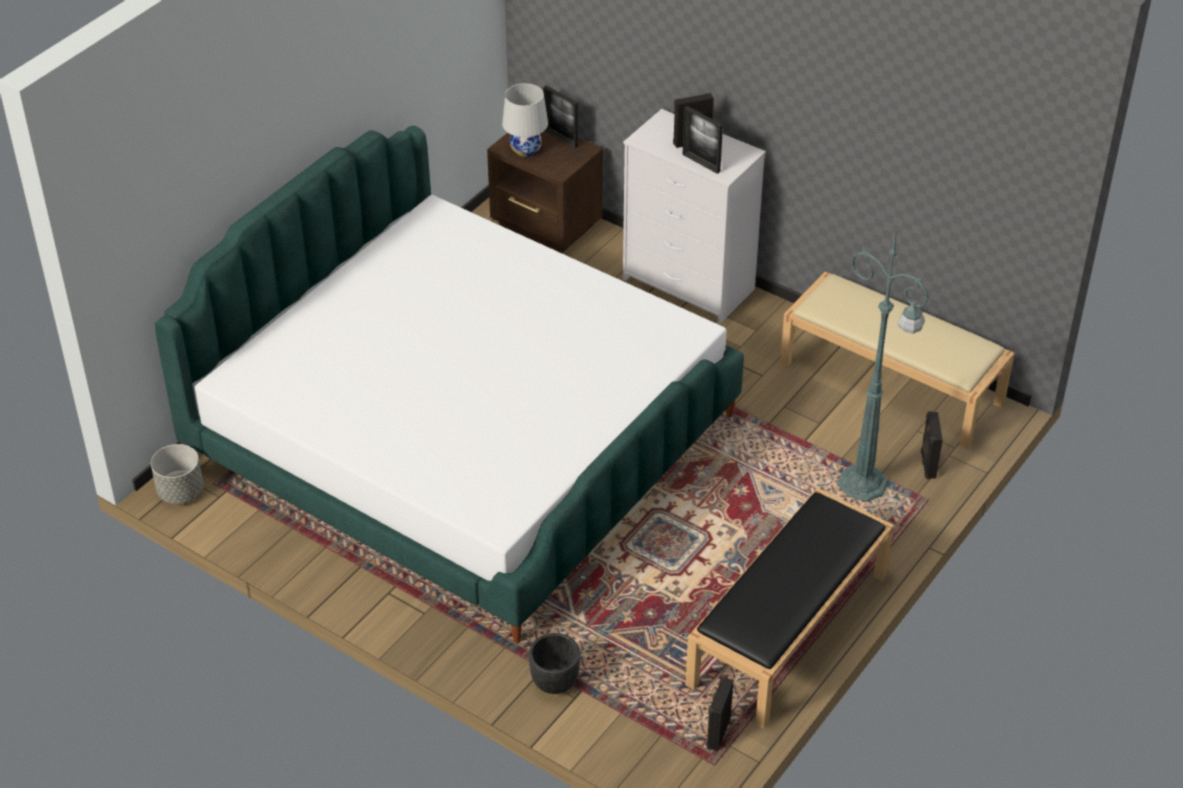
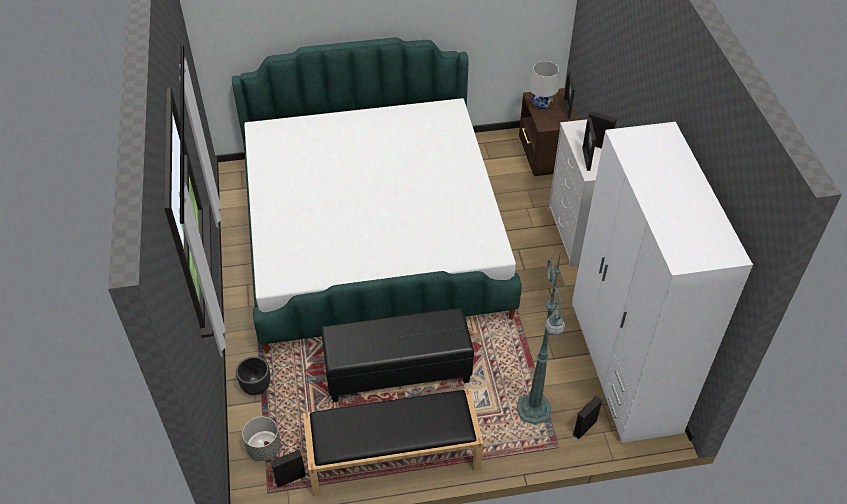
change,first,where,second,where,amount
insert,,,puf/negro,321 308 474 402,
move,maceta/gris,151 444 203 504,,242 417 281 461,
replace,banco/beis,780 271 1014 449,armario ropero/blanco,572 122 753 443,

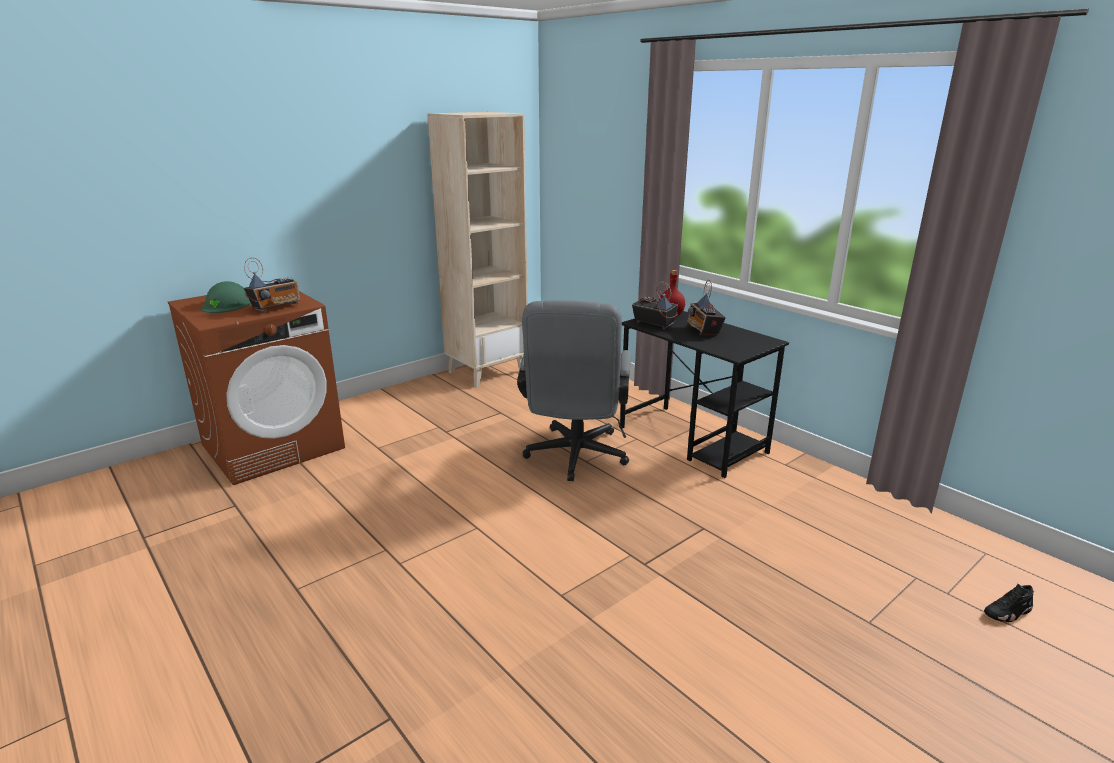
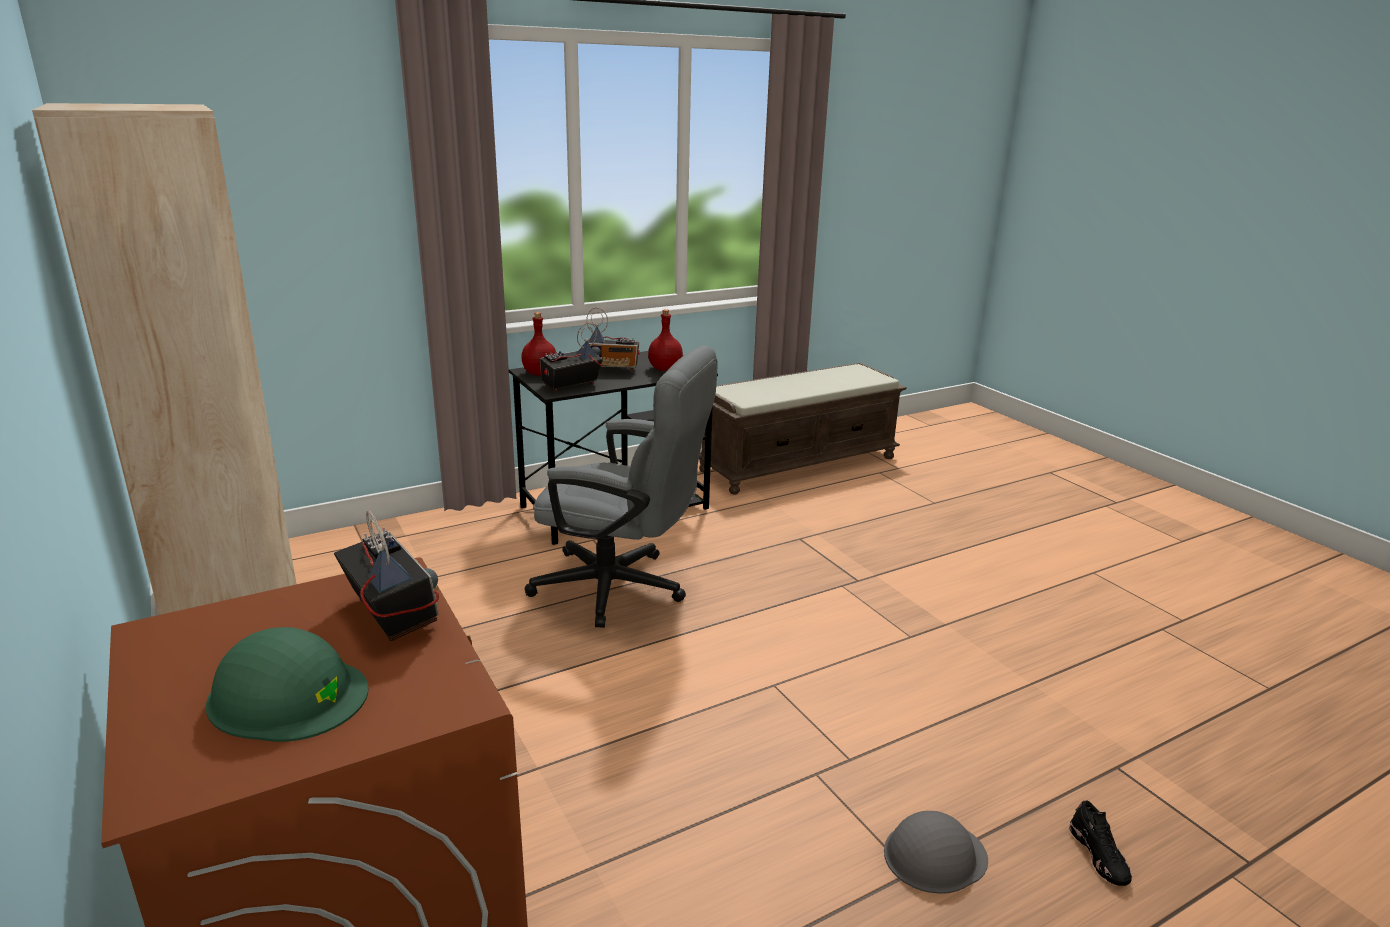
change,first,where,second,where,amount
insert,,,botella/rojo,648 309 683 371,
insert,,,banco/marrón,699 363 907 494,
insert,,,casco/gris,884 811 988 894,
move,zapato/negro,984 584 1034 622,,1069 800 1132 886,

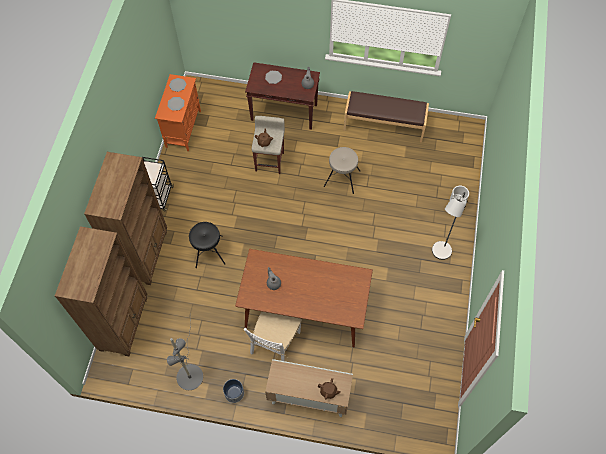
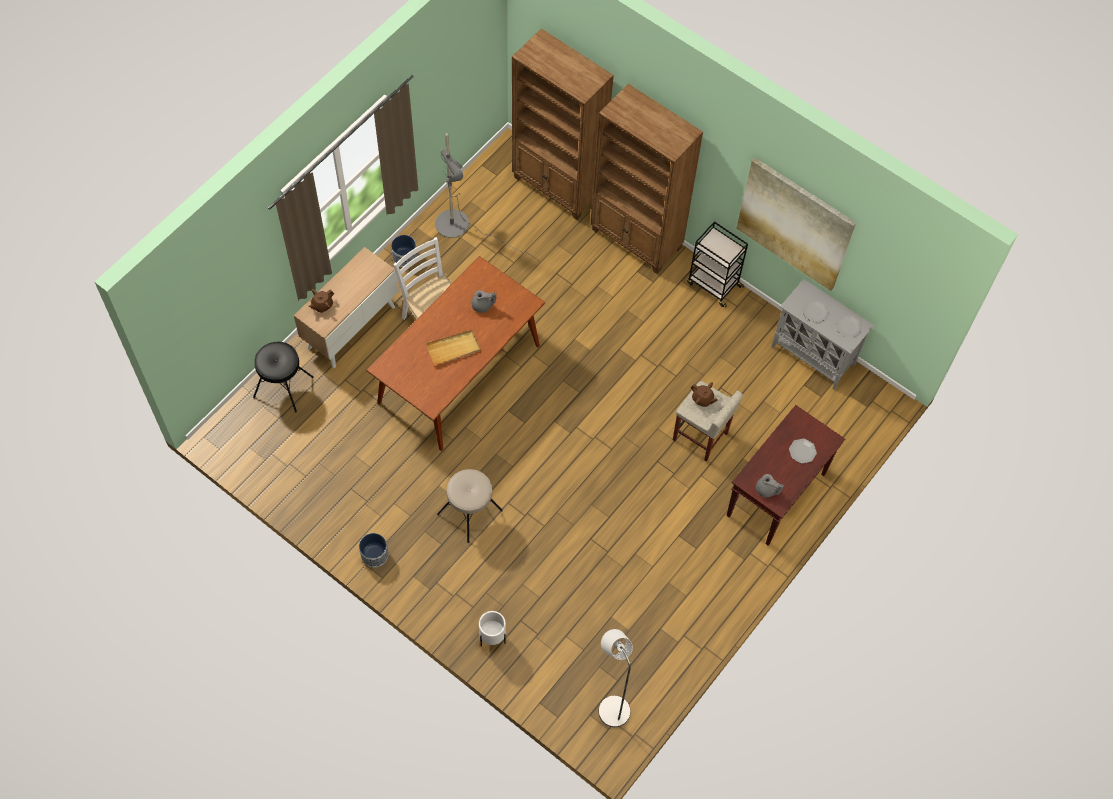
change,first,where,second,where,amount
delete,banco/marrón,344 91 429 142,,,
insert,,,maceta,359 533 388 567,
insert,,,bandeja/beis,426 330 480 366,
insert,,,cuadro,736 158 856 291,
move,taburete/negro,189 222 225 268,,253 342 314 412,
move,taburete/beis,324 147 360 194,,437 469 503 543,
move,lámpara de pie/gris,432 192 467 260,,599 629 633 727,
recolor,armario/naranja,155 74 201 151,armario/gris,771 279 874 390,

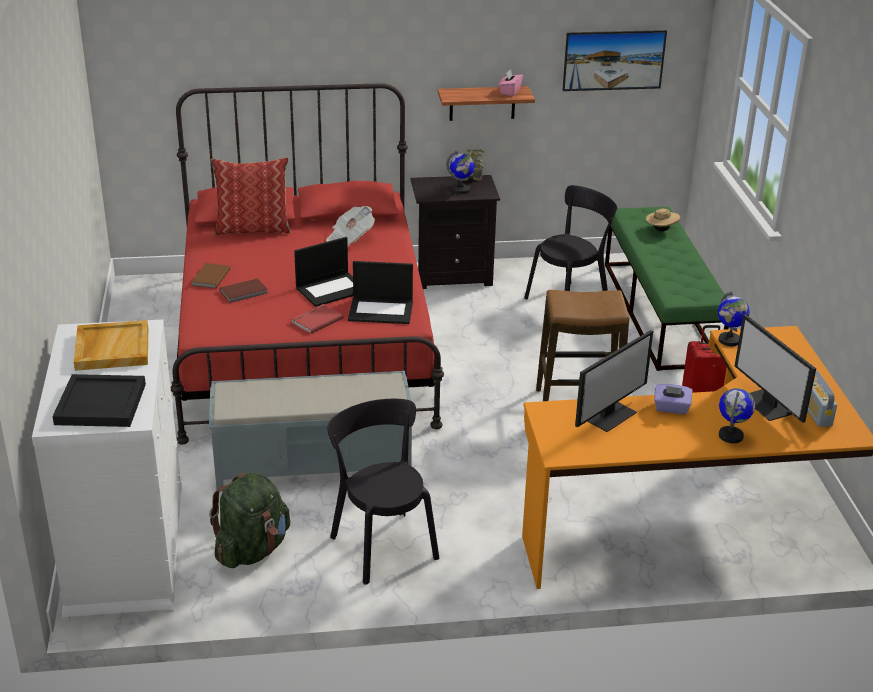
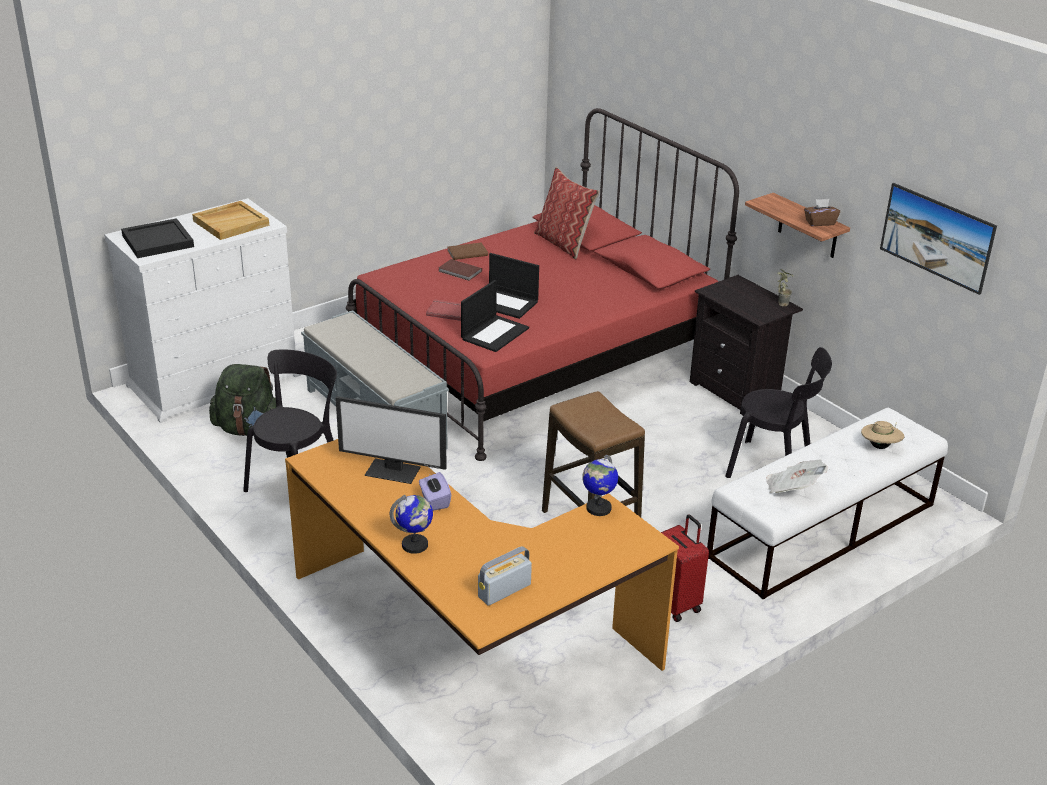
change,first,where,second,where,amount
delete,globo terráqueo,446 151 475 194,,,
delete,monitor,735 314 816 423,,,
move,periódico,326 206 375 246,,766 459 828 493,
recolor,caja de pañuelos/rosa,499 69 523 96,caja de pañuelos/marrón,804 199 840 226,
recolor,banco/verde,605 207 729 371,banco/blanco,707 408 948 600,
rotate,portátil,348 261 413 324,,461 280 529 352,120 degrees counterclockwise

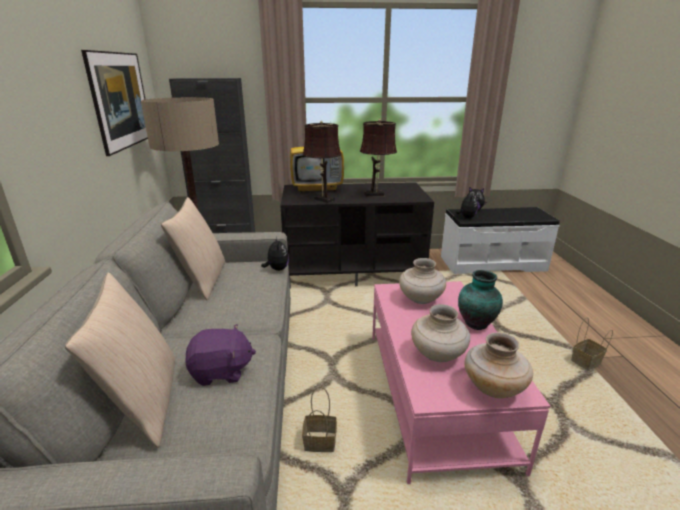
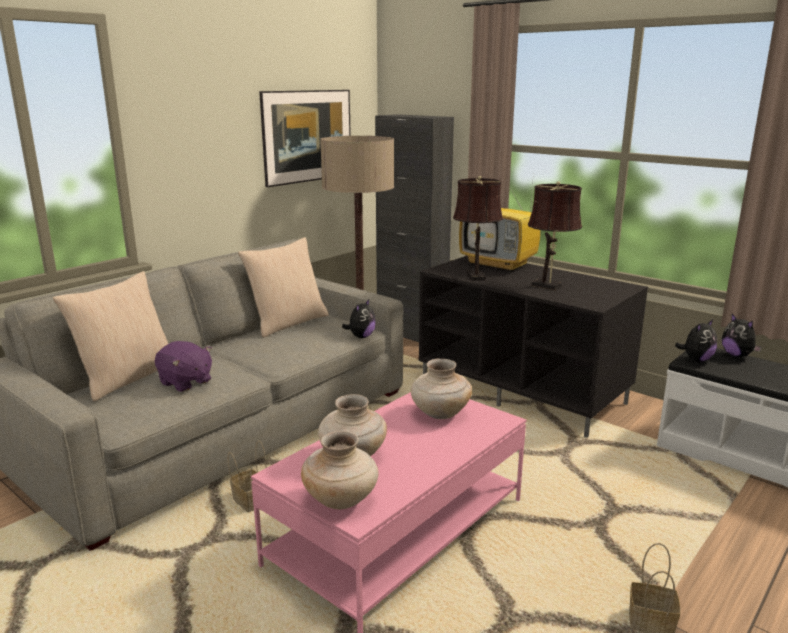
change,first,where,second,where,amount
delete,florero,458 270 503 330,,,

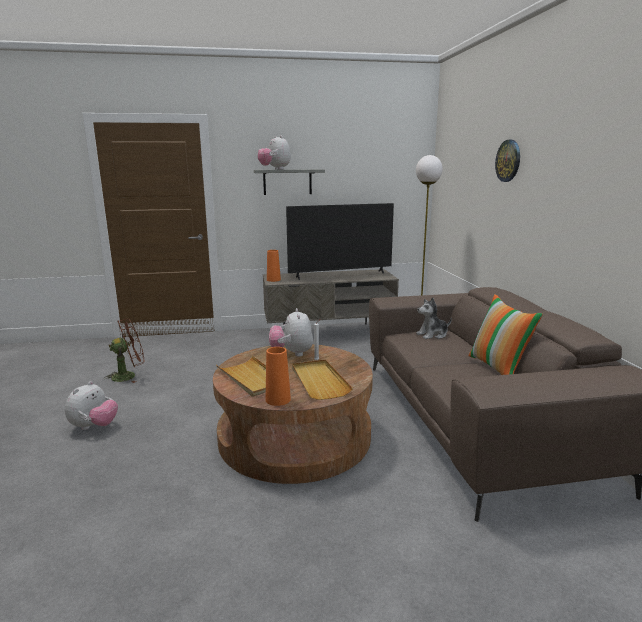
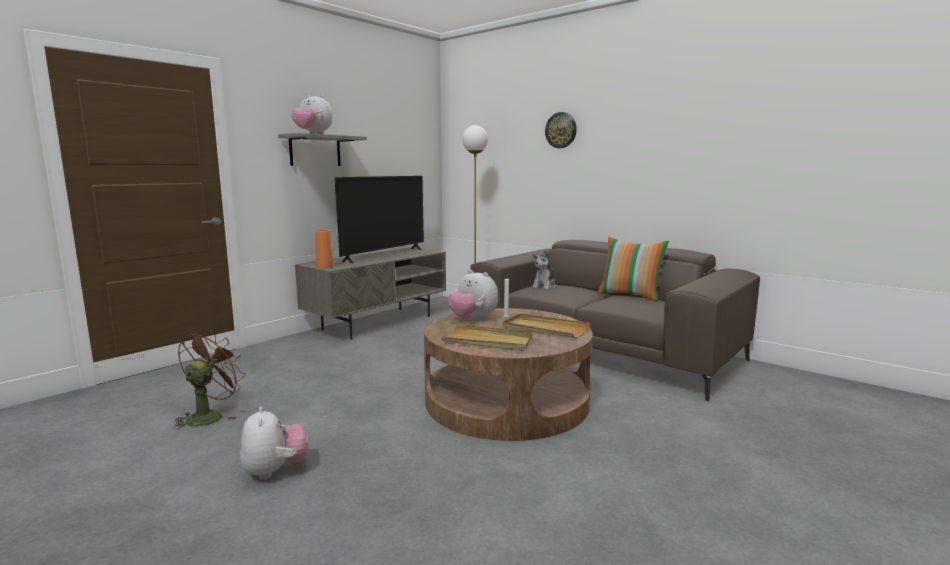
change,first,where,second,where,amount
delete,florero/naranja,266 347 291 406,,,

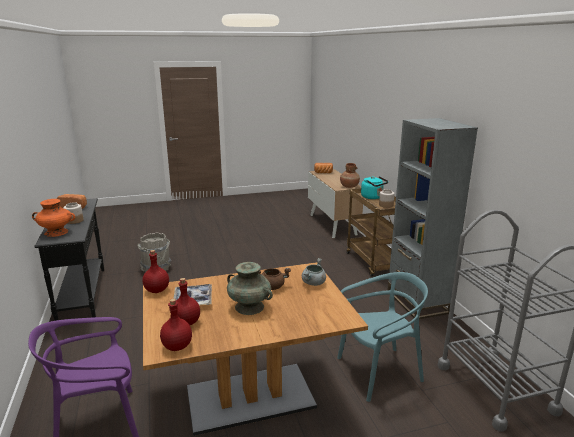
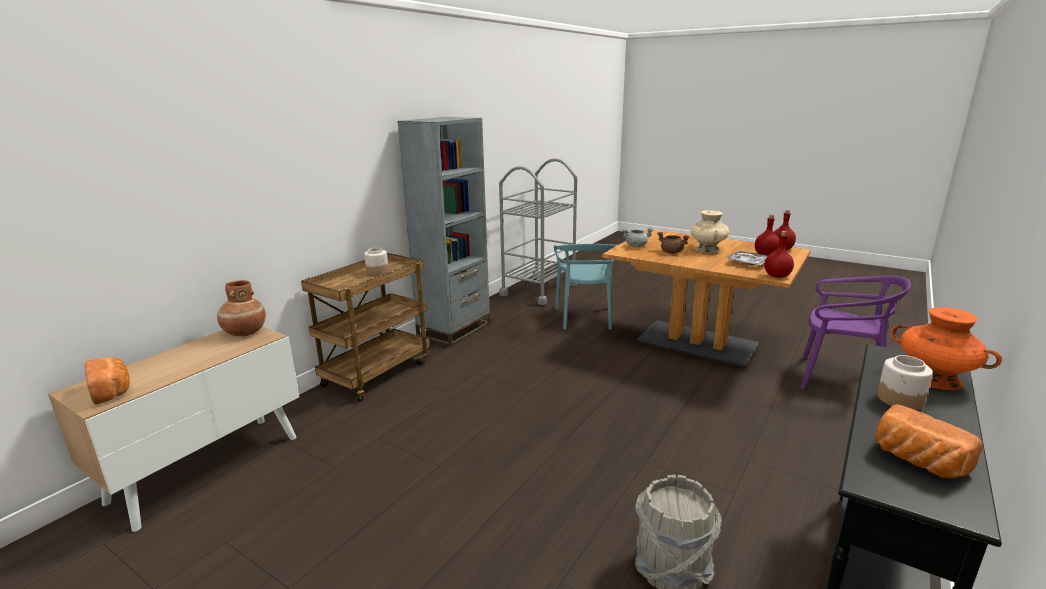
change,first,where,second,where,amount
delete,hervidor/turquesa,361 176 388 199,,,
recolor,florero/turquesa,227 262 273 315,florero/beis,691 210 730 253,
rotate,silla/turquesa,337 272 428 402,,554 244 617 330,120 degrees counterclockwise

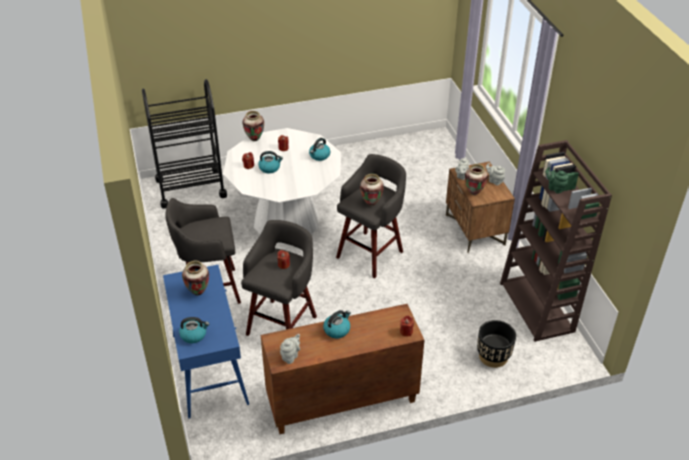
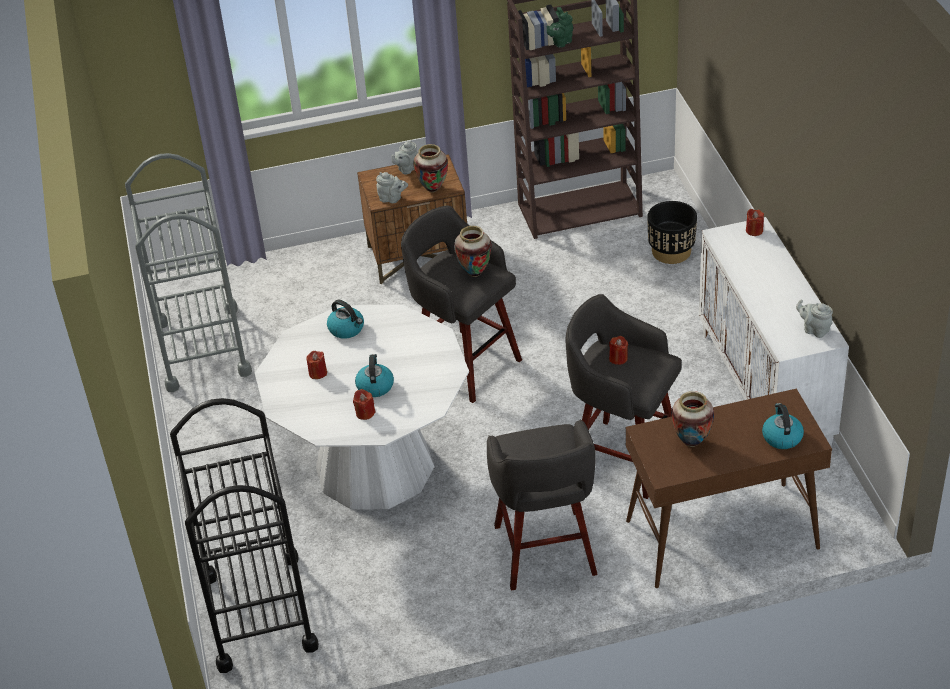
change,first,where,second,where,amount
delete,florero,243 111 264 141,,,
delete,hervidor,323 310 351 338,,,
insert,,,carrito/gris,125 153 252 392,
recolor,mesa consola/azul,163 265 249 419,mesa consola/marrón,626 388 832 588,
recolor,armario/marrón,261 304 424 434,armario/blanco,699 217 849 447,

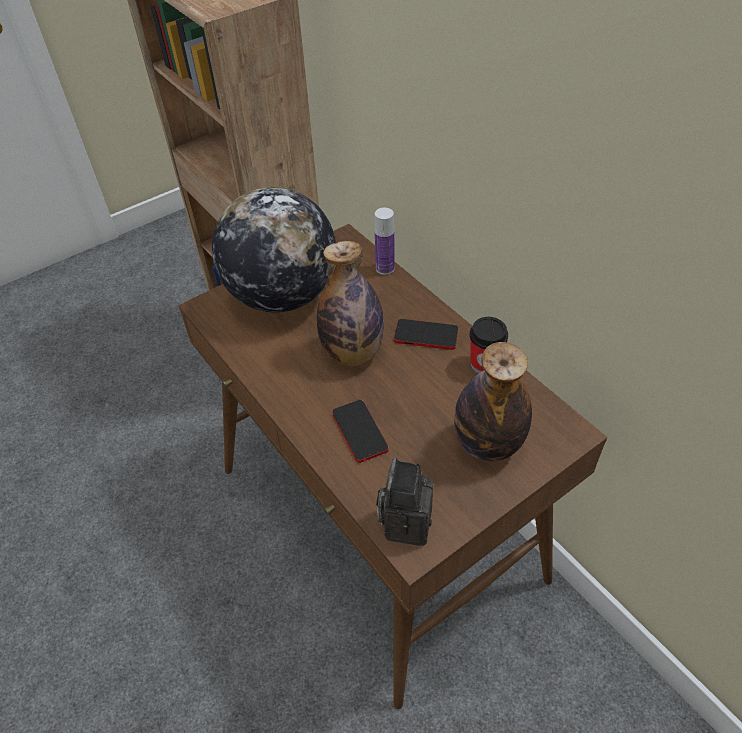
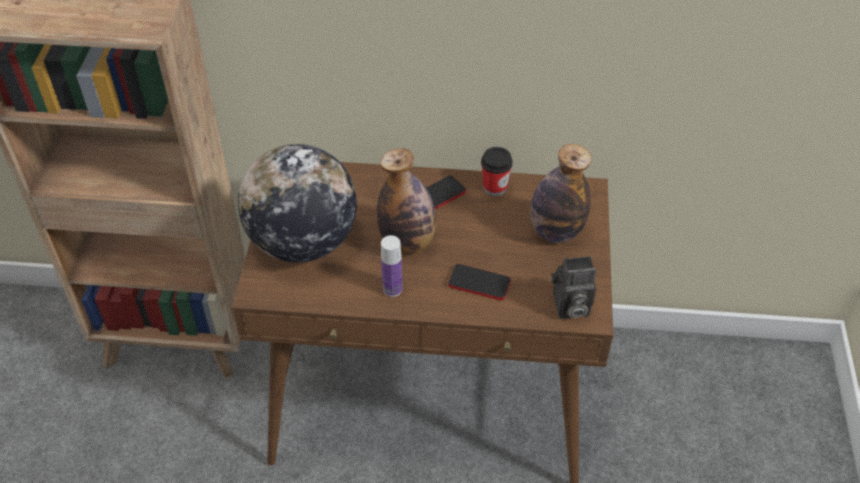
change,first,where,second,where,amount
move,botella,375 208 394 275,,381 235 403 297,
rotate,cámara,376 458 433 546,,551 256 596 319,60 degrees counterclockwise

